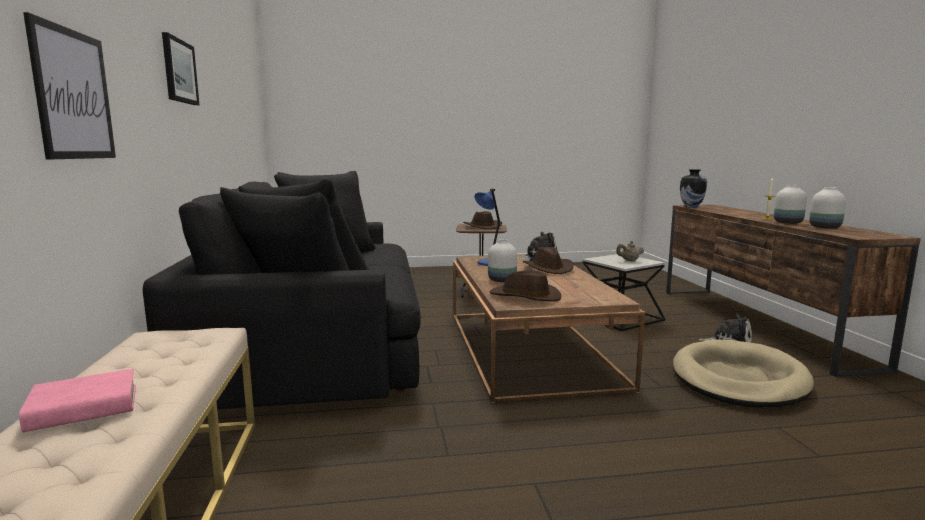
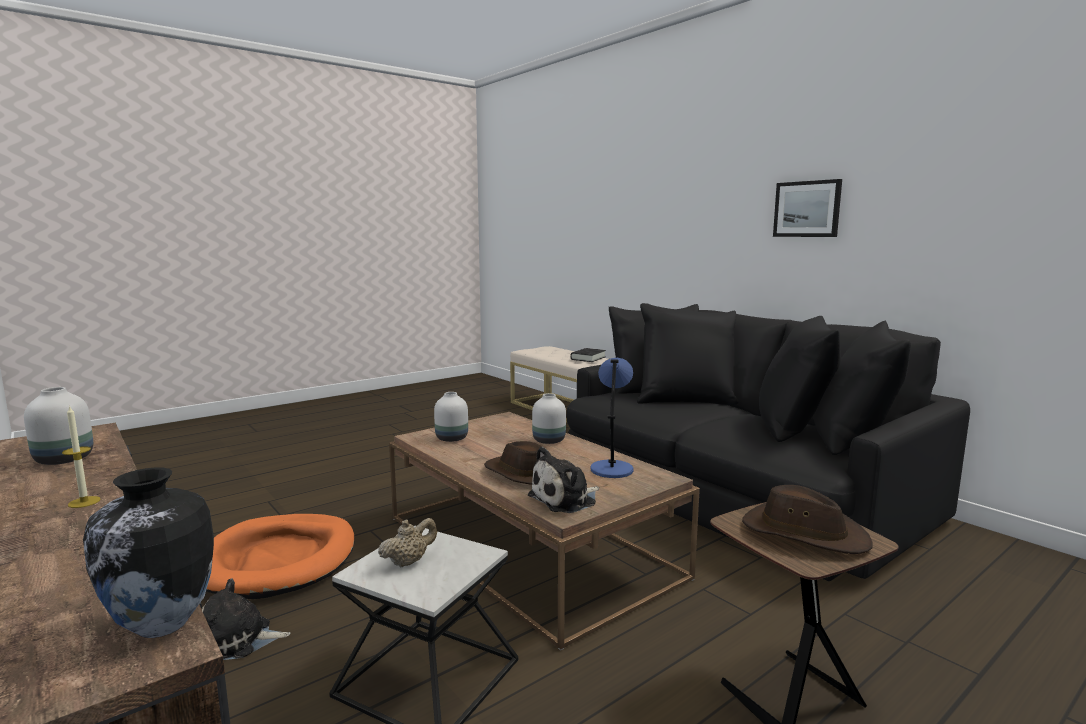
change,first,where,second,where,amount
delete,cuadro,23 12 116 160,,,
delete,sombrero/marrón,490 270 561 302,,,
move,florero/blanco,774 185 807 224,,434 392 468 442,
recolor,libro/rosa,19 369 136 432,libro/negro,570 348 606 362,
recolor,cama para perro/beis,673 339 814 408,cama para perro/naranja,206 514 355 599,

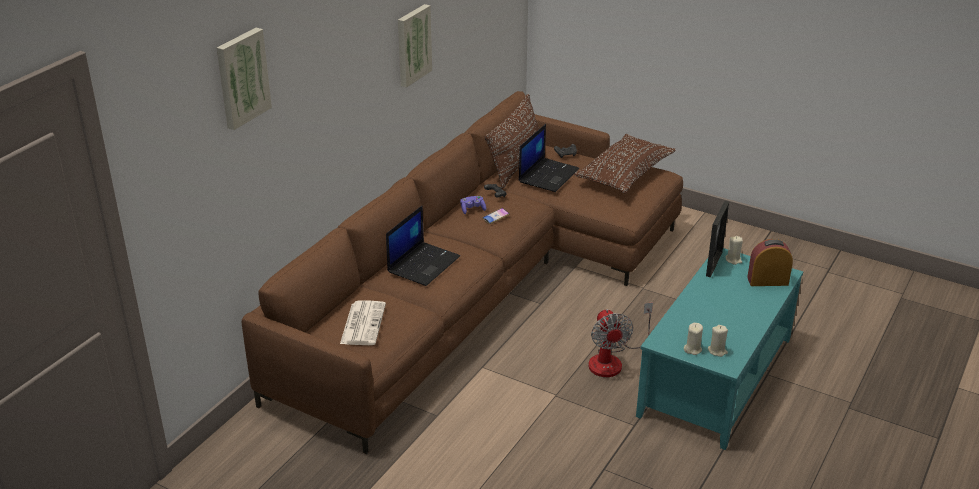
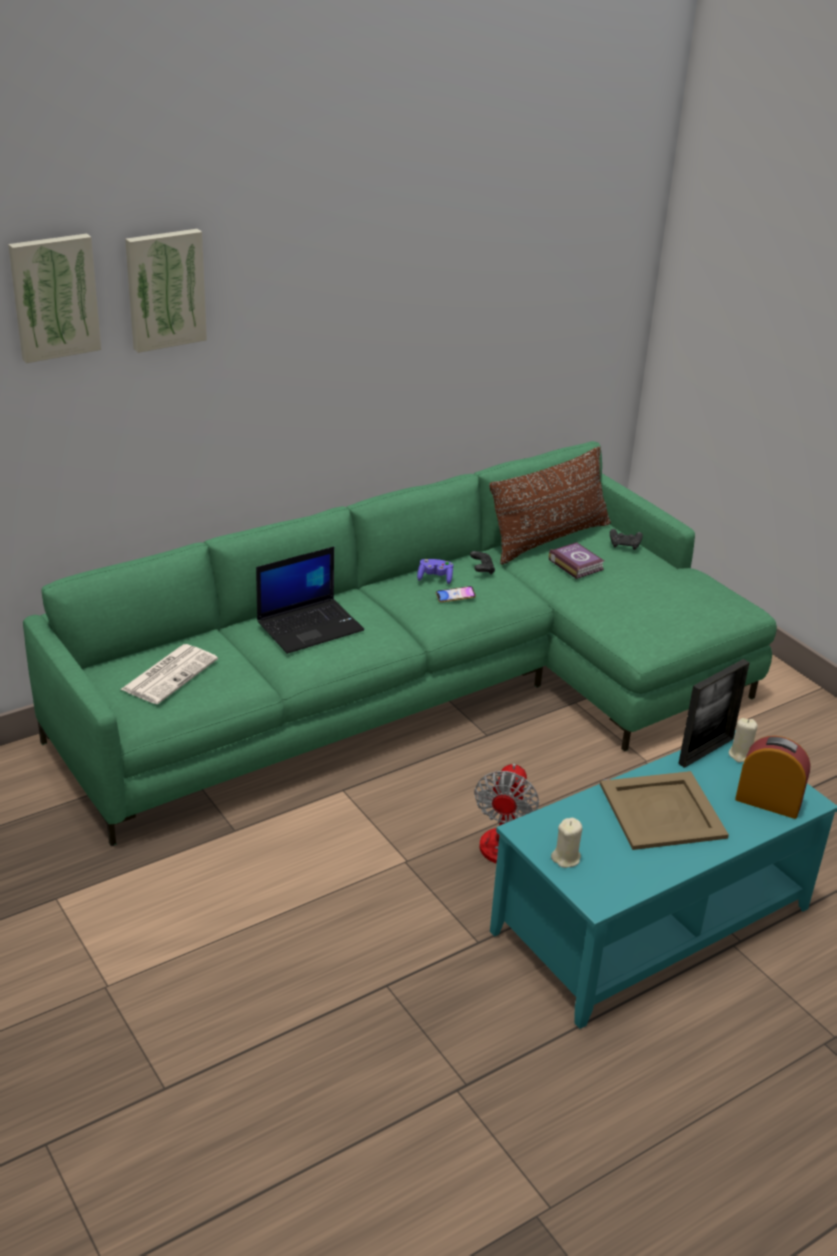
change,first,where,second,where,amount
delete,cojín/marrón,574 134 676 193,,,
delete,vela/beis,708 325 728 357,,,
insert,,,bandeja/beis,600 771 729 850,
move,cuadro,398 4 432 88,,125 229 207 353,
replace,portátil,519 124 579 192,libro,549 542 604 579,
recolor,sofá/marrón,241 91 683 454,sofá/verde,23 441 777 846,

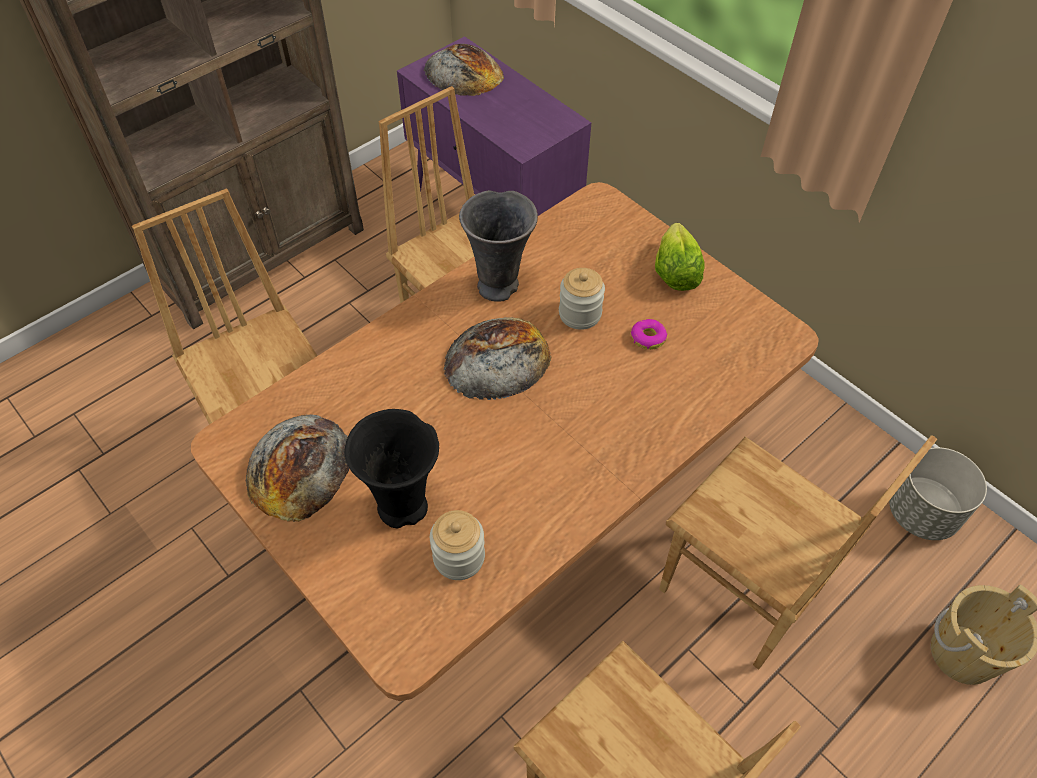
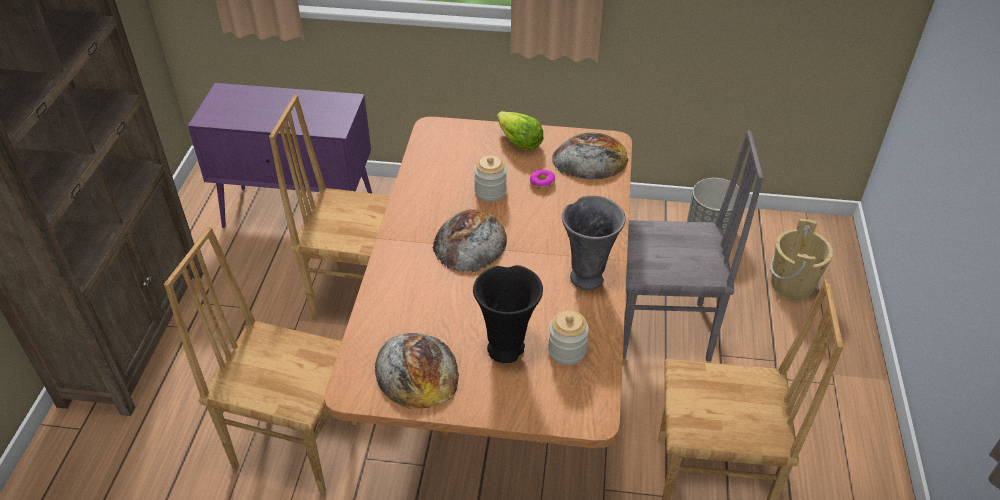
change,first,where,second,where,amount
move,pan,424 44 504 96,,552 132 628 180,
move,florero/gris,459 190 538 302,,562 196 626 290,
recolor,silla/marrón,659 435 937 670,silla/gris,623 131 764 361,

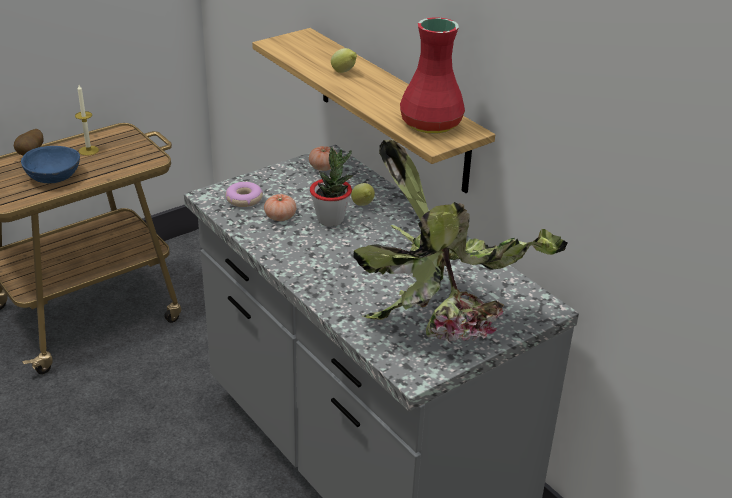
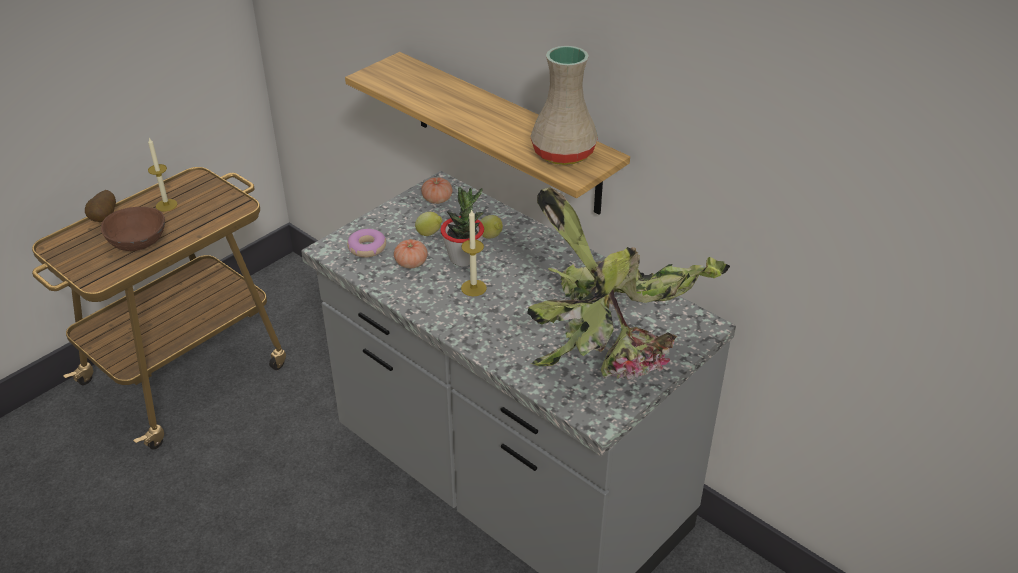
change,first,where,second,where,amount
insert,,,vela,461 209 487 296,
move,limón,331 48 357 73,,415 212 443 236,
recolor,cuenco/azul,21 146 80 183,cuenco/marrón,101 207 165 251,
recolor,florero/rojo,400 17 465 134,florero/beis,530 46 598 165,

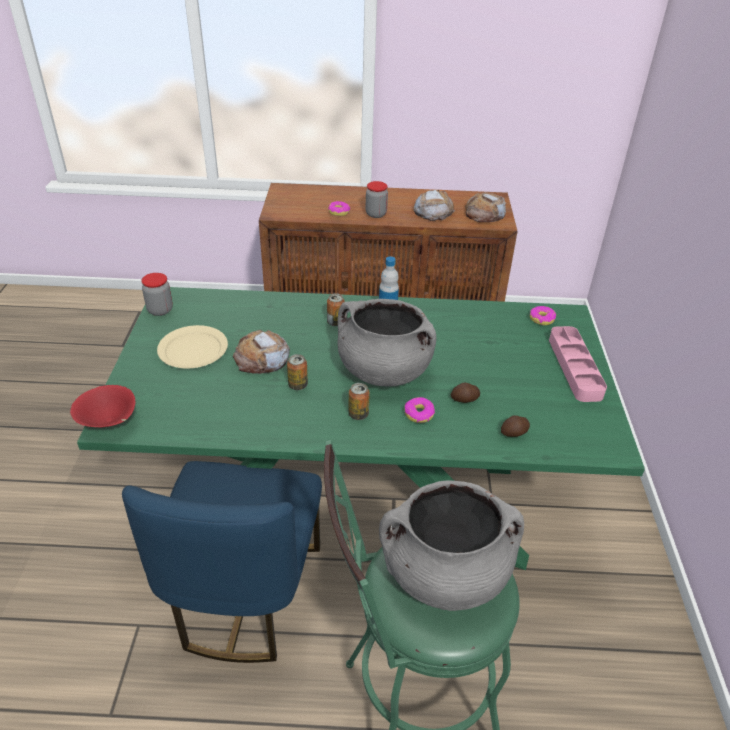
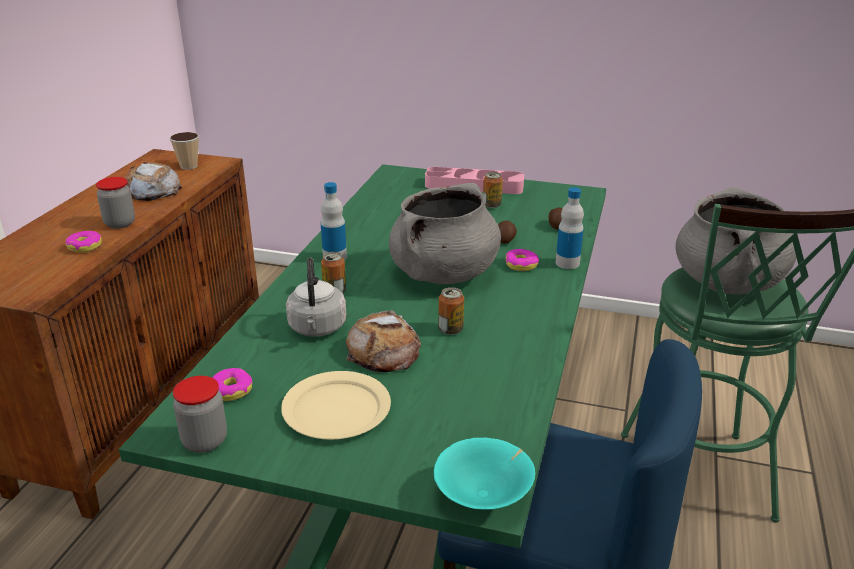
change,first,where,second,where,amount
insert,,,hervidor/gris,286 258 347 337,
insert,,,botella,556 187 584 269,
move,lata,349 383 370 420,,483 172 503 208,
move,rosquilla,530 306 556 325,,212 368 252 401,
replace,pan,465 192 506 222,taza,170 132 199 170,
recolor,cuenco/rojo,70 385 136 427,cuenco/turquesa,434 438 535 510,

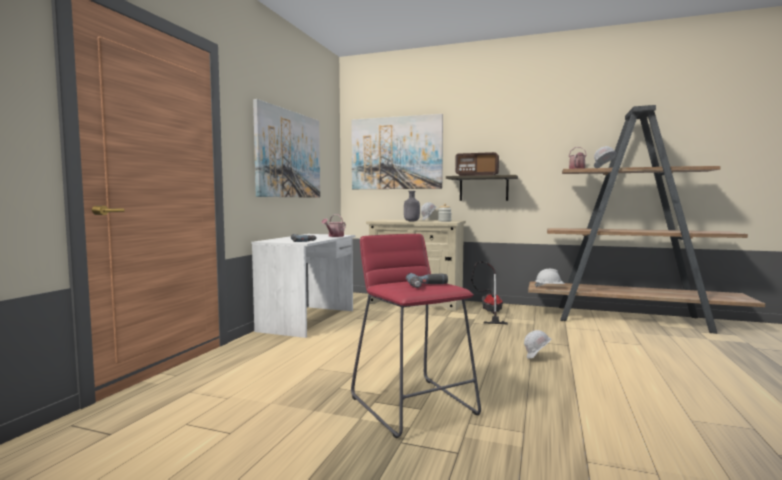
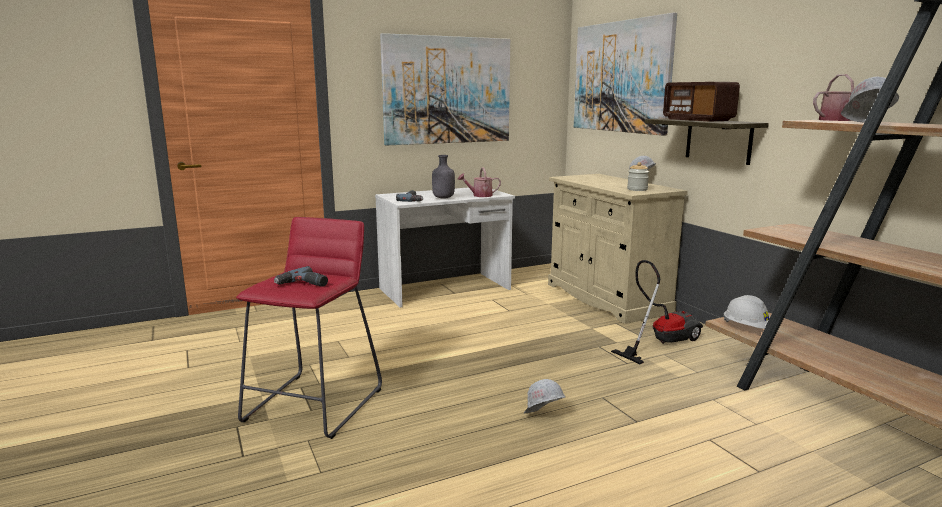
change,first,where,second,where,amount
move,botella/gris,404 191 420 221,,432 155 455 199,

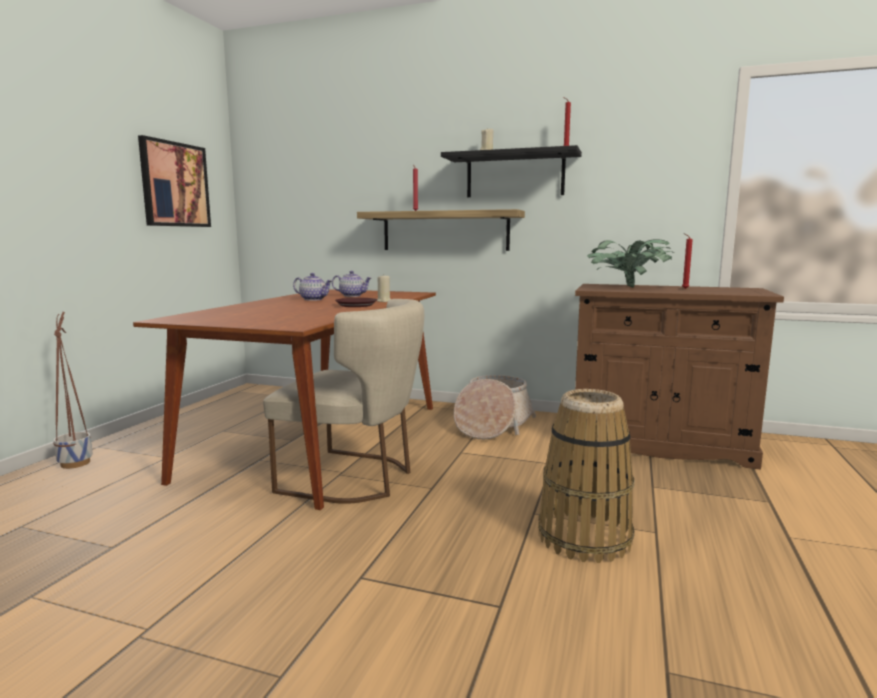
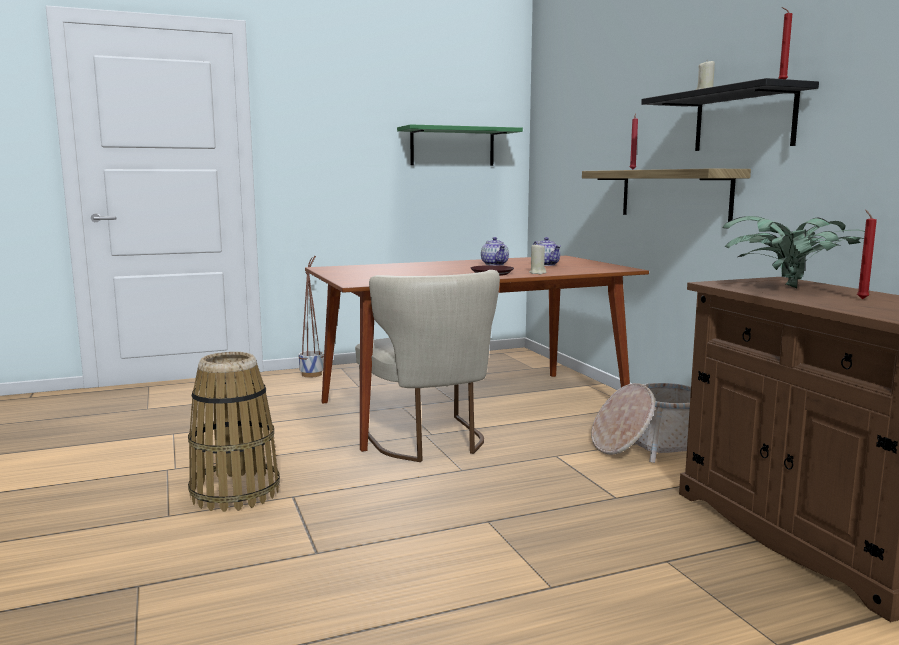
change,first,where,second,where,amount
move,cesta,538 389 634 563,,188 352 280 512,
replace,cuadro,138 135 211 227,estante/verde,397 124 523 166,

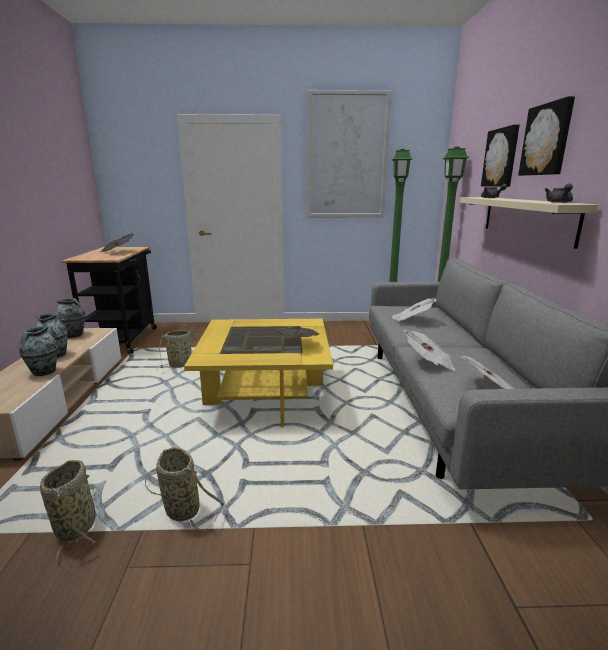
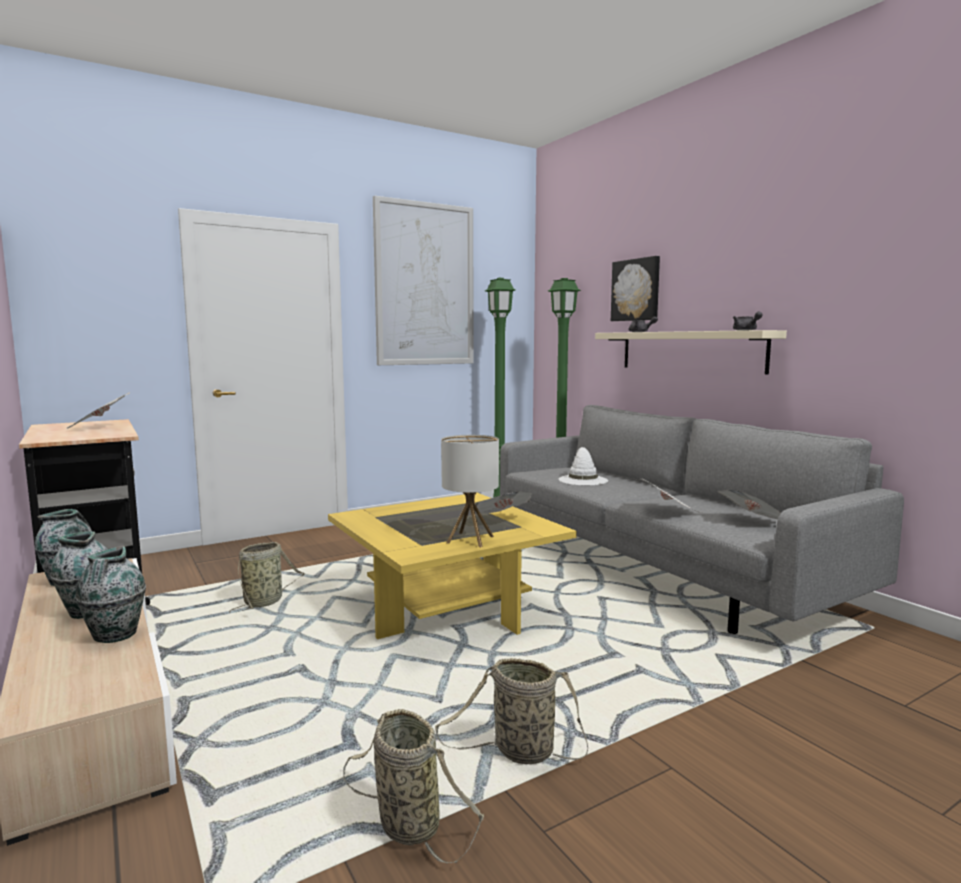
change,first,where,second,where,amount
delete,cuadro,518 96 575 176,,,
insert,,,lámpara de mesa,441 435 499 547,
replace,periódico,392 298 437 322,sombrero/blanco,558 447 608 485,

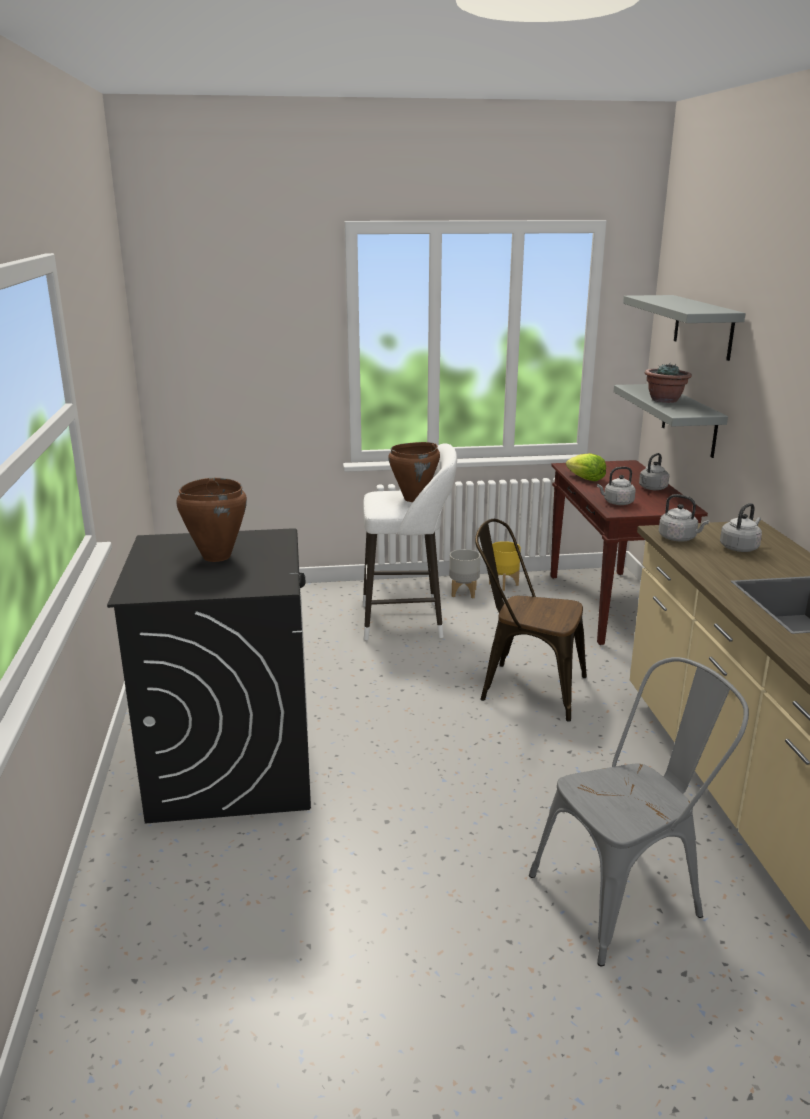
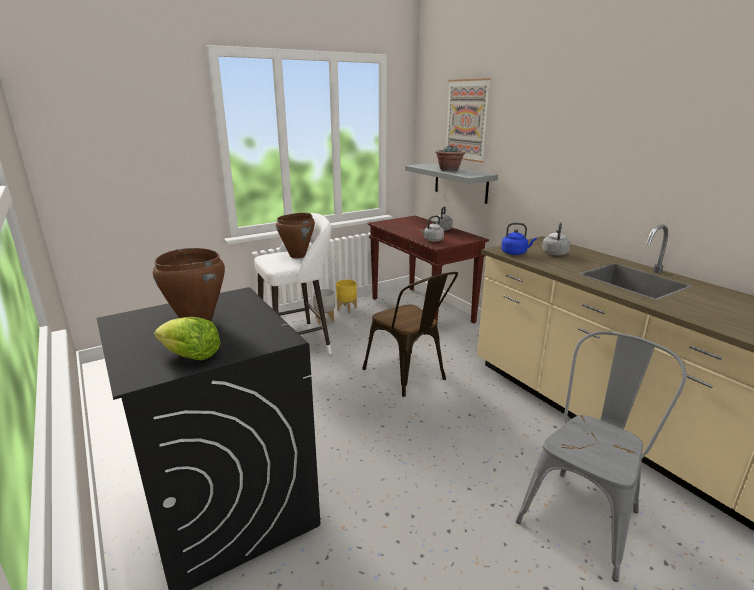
change,first,where,second,where,amount
move,lechuga,566 453 606 481,,154 317 221 361,
replace,estante/gris,623 295 746 361,cuadro,446 78 491 162,
recolor,hervidor/gris,659 494 709 541,hervidor/azul,501 223 537 255,
rotate,silla/marrón,475 519 587 722,,363 272 458 397,120 degrees counterclockwise

